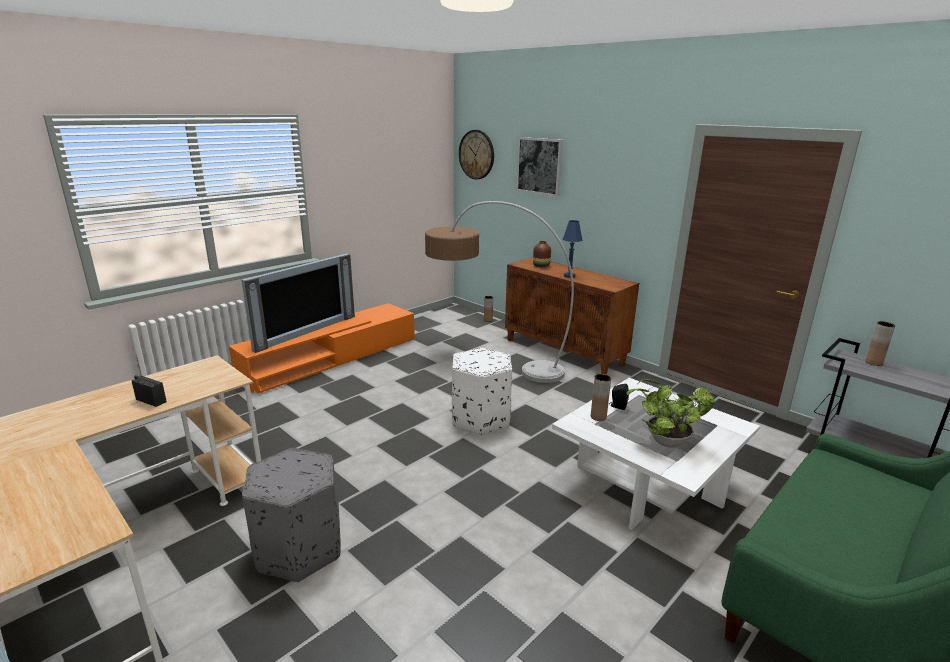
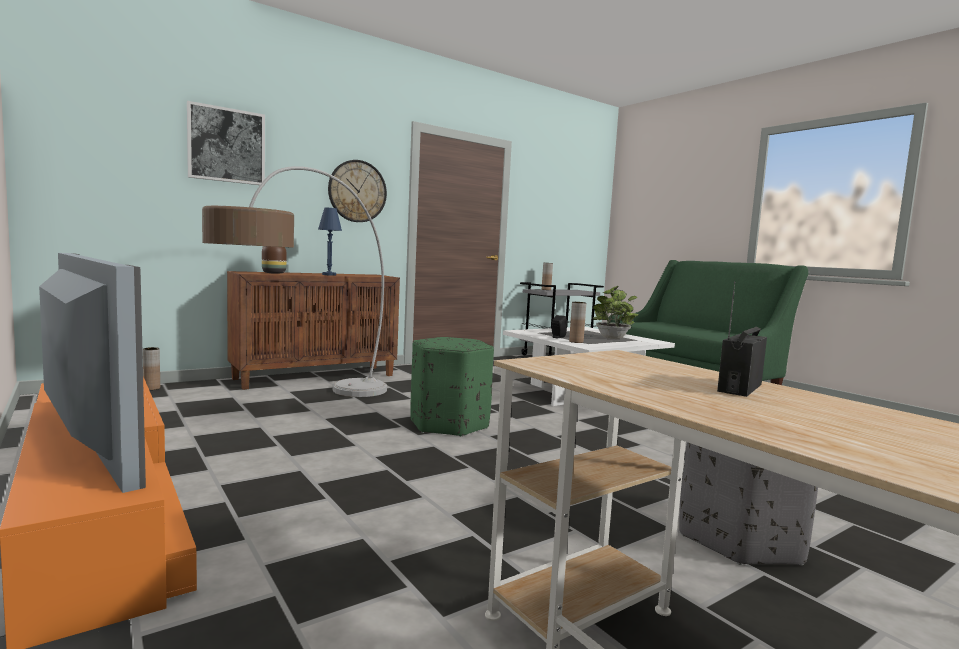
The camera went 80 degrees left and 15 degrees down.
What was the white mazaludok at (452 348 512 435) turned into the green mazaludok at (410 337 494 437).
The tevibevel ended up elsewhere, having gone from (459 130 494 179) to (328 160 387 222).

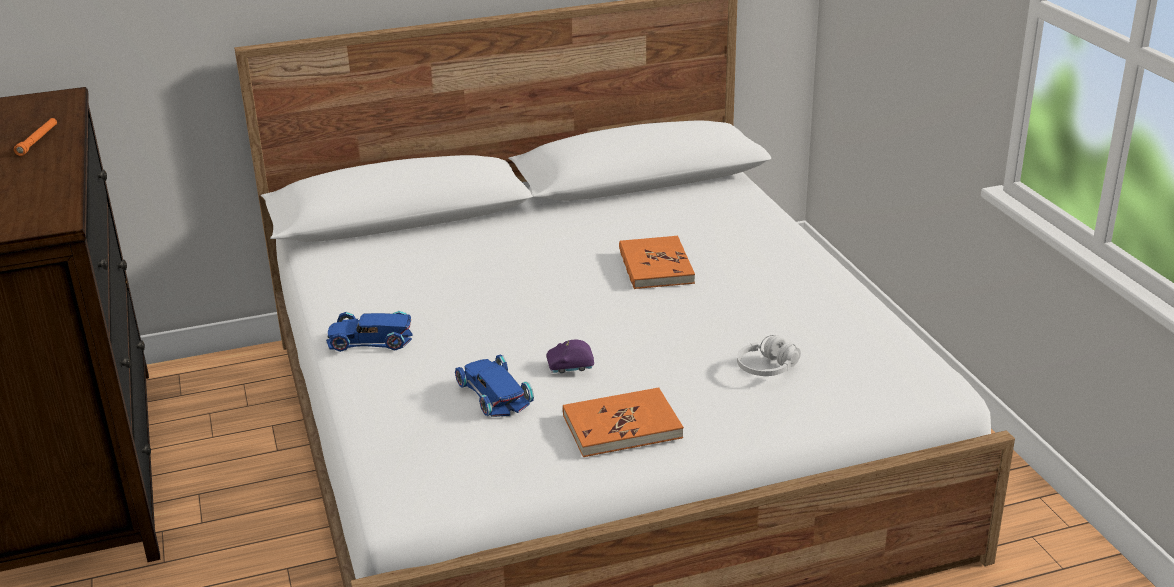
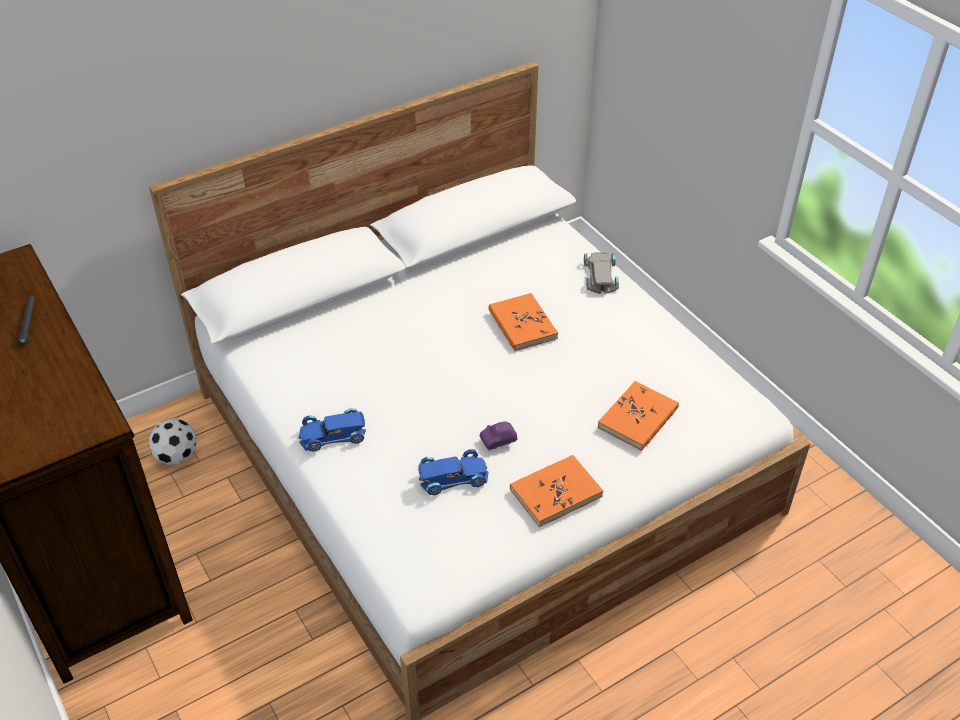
The camera went 15 degrees left and 15 degrees up.
What was the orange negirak at (14 118 57 156) turned into the black negirak at (17 296 35 345).
The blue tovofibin at (455 355 534 417) ended up facing another way, 120 degrees clockwise from before.
Where the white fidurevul stood at (737 335 801 376), the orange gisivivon came to stand at (597 381 679 451).
The second view gained the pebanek at (149 418 197 465).
The second view gained the grey tovofibin at (584 252 619 294).

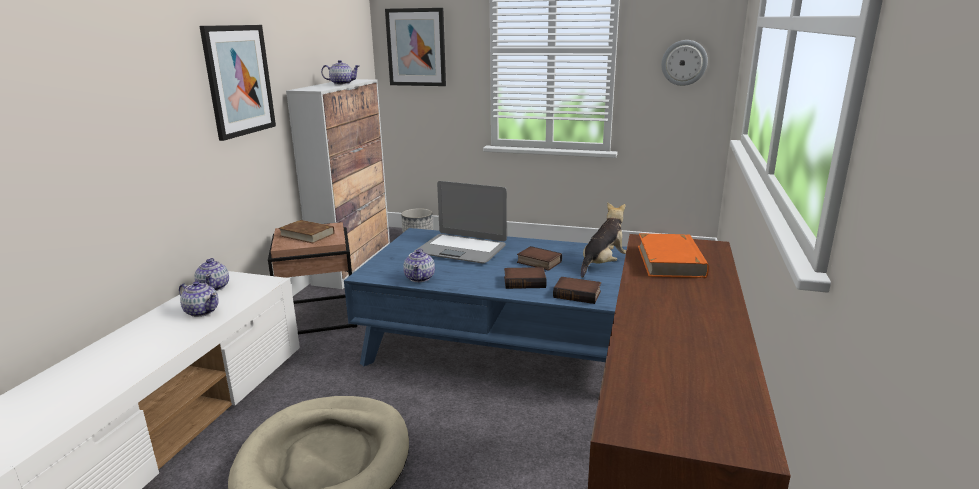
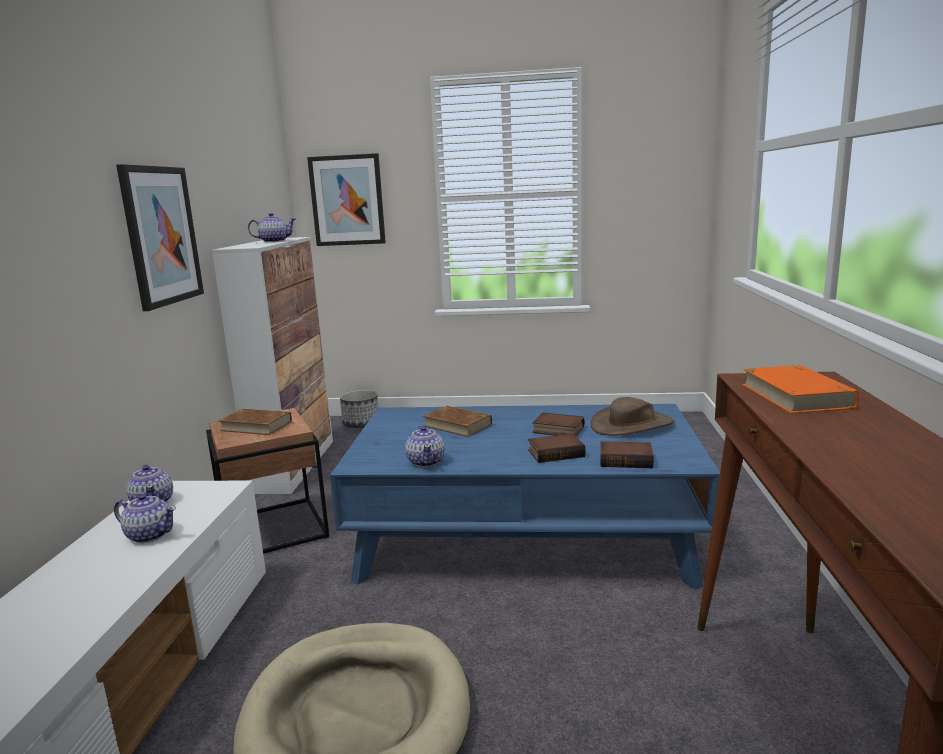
The camera went 10 degrees left and 5 degrees down.
Where the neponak stood at (414 181 507 263), the brown gisivivon came to stand at (423 406 492 437).
Where the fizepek stood at (581 202 626 278), the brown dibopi came to stand at (590 397 675 436).
The second view lost the tevibevel at (661 40 708 86).

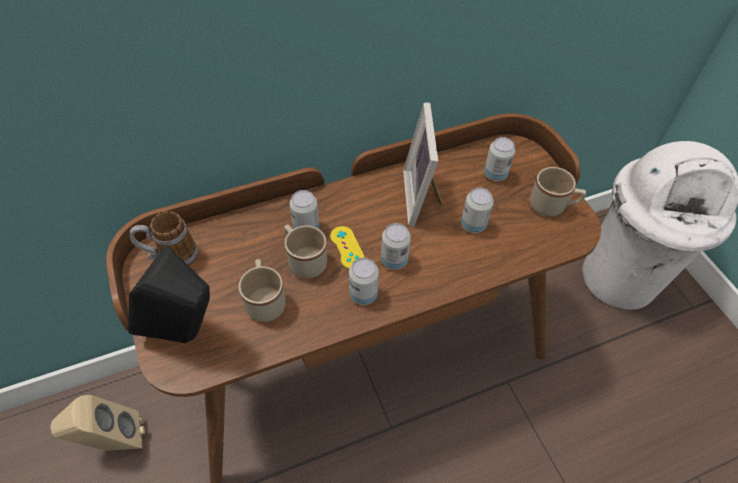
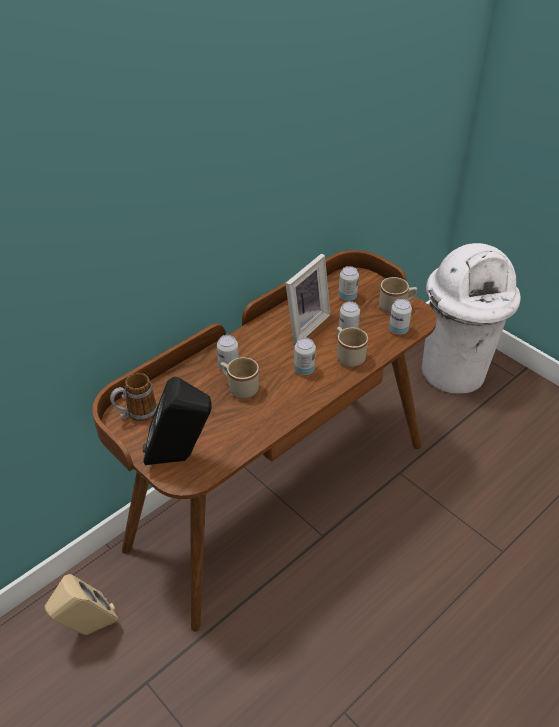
The camera went 20 degrees left and 10 degrees down.
The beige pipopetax ended up elsewhere, having gone from (239 259 286 322) to (337 327 368 367).
The second view lost the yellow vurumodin at (330 226 365 269).
The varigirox ended up elsewhere, having gone from (349 258 379 305) to (389 299 412 335).
The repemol at (403 102 442 227) ended up facing another way, 120 degrees counterclockwise from before.

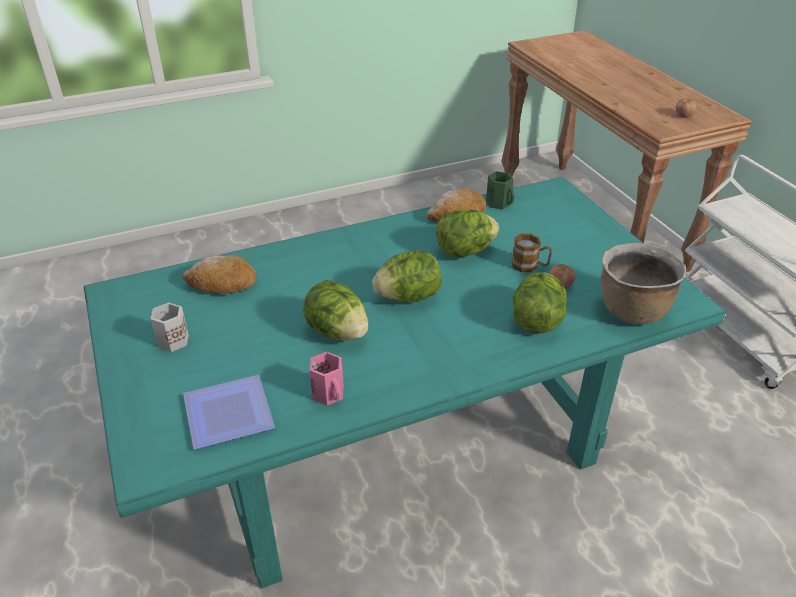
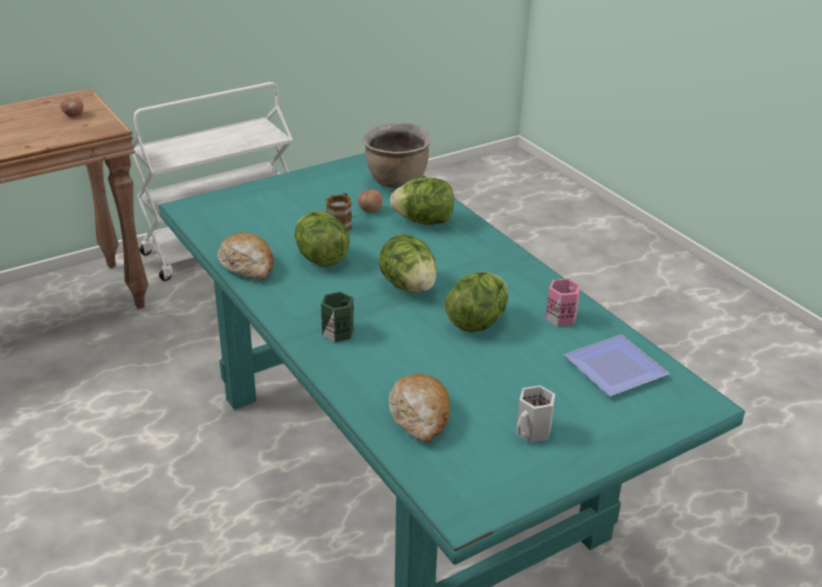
The camera went 100 degrees left and 5 degrees down.
The green pipopetax ended up elsewhere, having gone from (486 171 515 210) to (321 292 354 342).

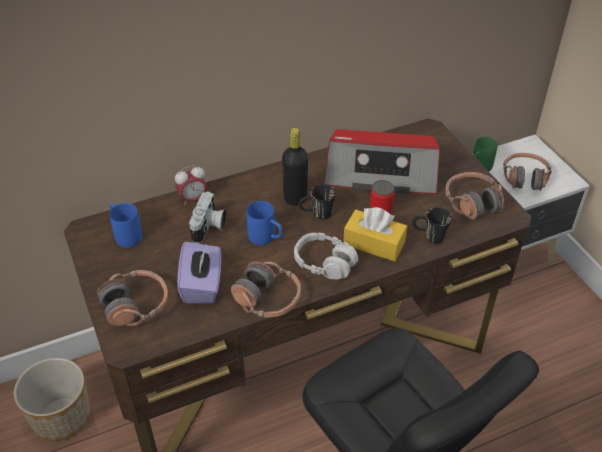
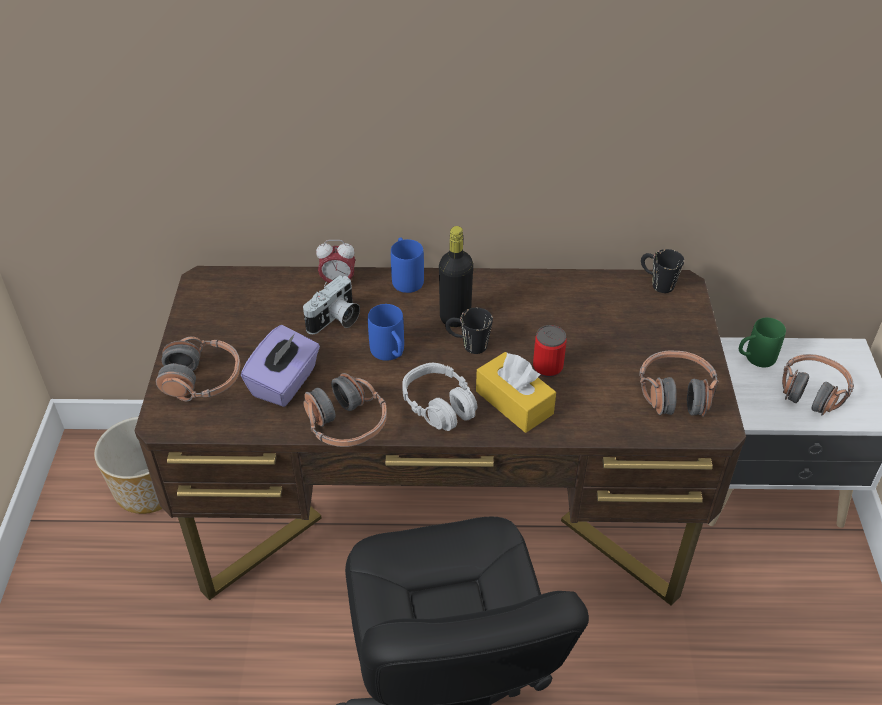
The camera went 25 degrees right and 0 degrees up.
The blue pipopetax ended up elsewhere, having gone from (110 203 142 248) to (391 237 424 293).
The second view lost the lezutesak at (324 129 440 194).
The black pipopetax ended up elsewhere, having gone from (412 207 452 244) to (641 249 684 293).

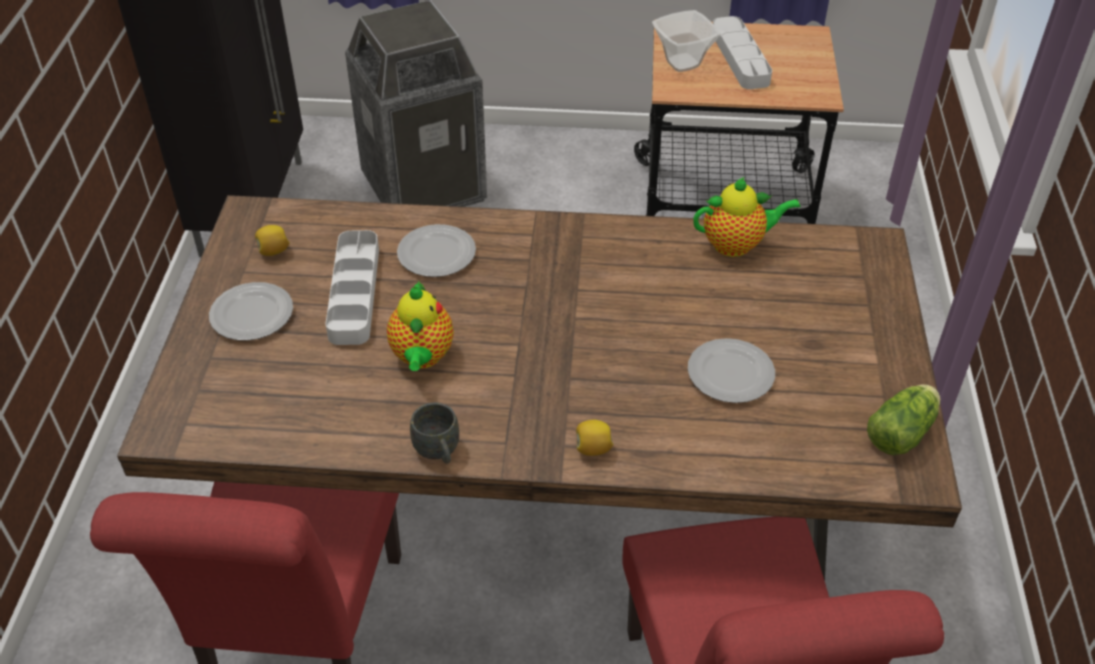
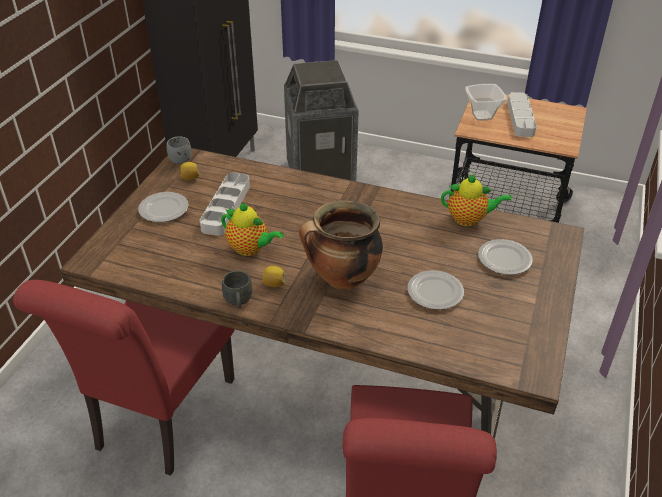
The camera went 15 degrees right and 5 degrees down.
The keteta at (387 281 454 371) ended up facing another way, 75 degrees counterclockwise from before.
The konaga ended up elsewhere, having gone from (397 224 476 277) to (478 239 533 275).
The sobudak ended up elsewhere, having gone from (576 420 613 456) to (262 266 285 287).
The second view lost the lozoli at (867 384 940 455).
The second view gained the grey pipopetax at (167 136 192 164).
The second view gained the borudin at (299 200 383 290).

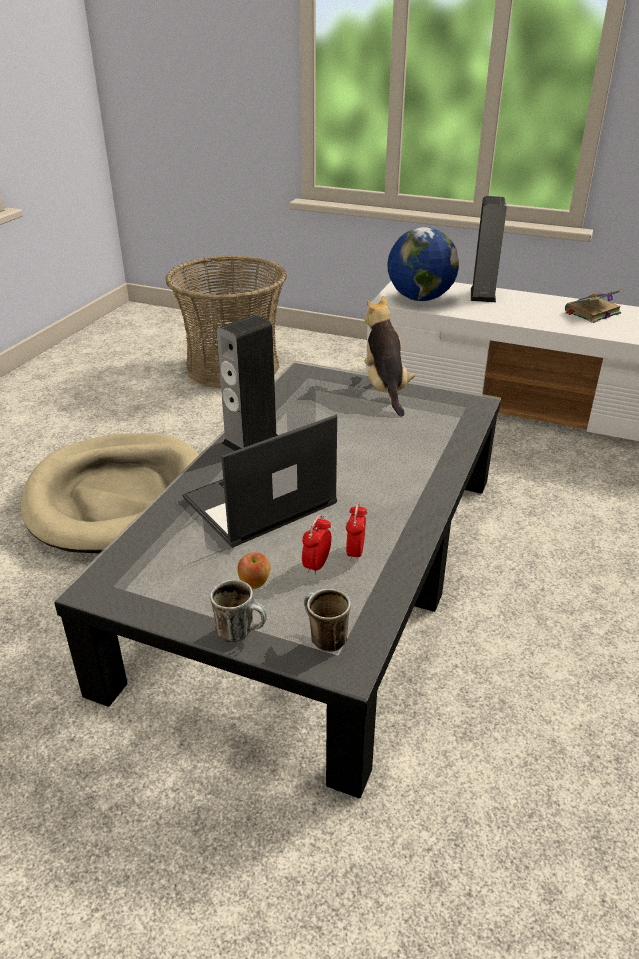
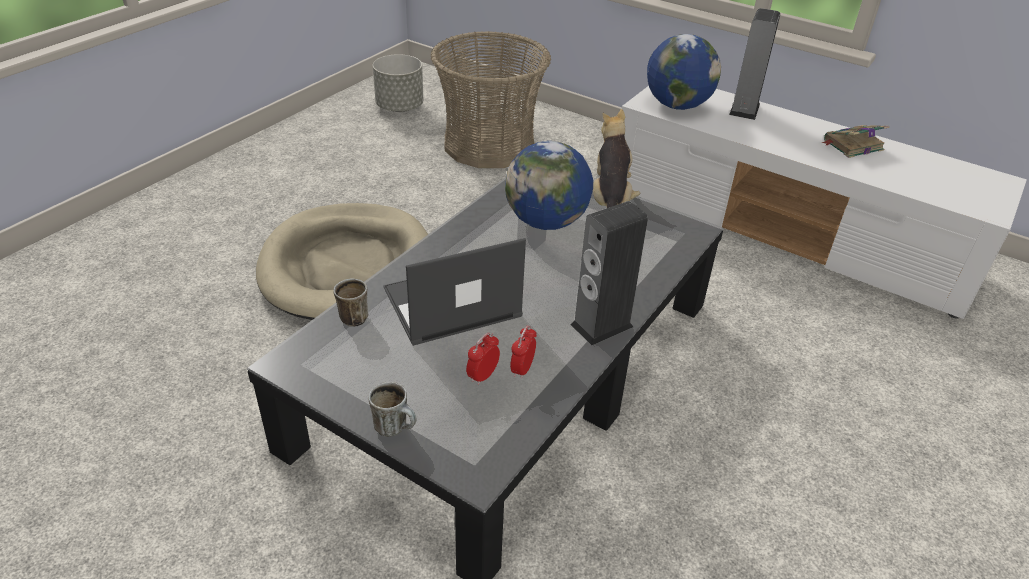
The camera went 10 degrees right and 5 degrees up.
The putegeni ended up elsewhere, having gone from (216 315 278 451) to (570 201 648 345).
The second view lost the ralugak at (237 552 270 589).
The pipopetax ended up elsewhere, having gone from (304 589 351 652) to (333 279 368 327).
The second view gained the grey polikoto at (373 54 423 112).
The second view gained the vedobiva at (505 141 593 230).

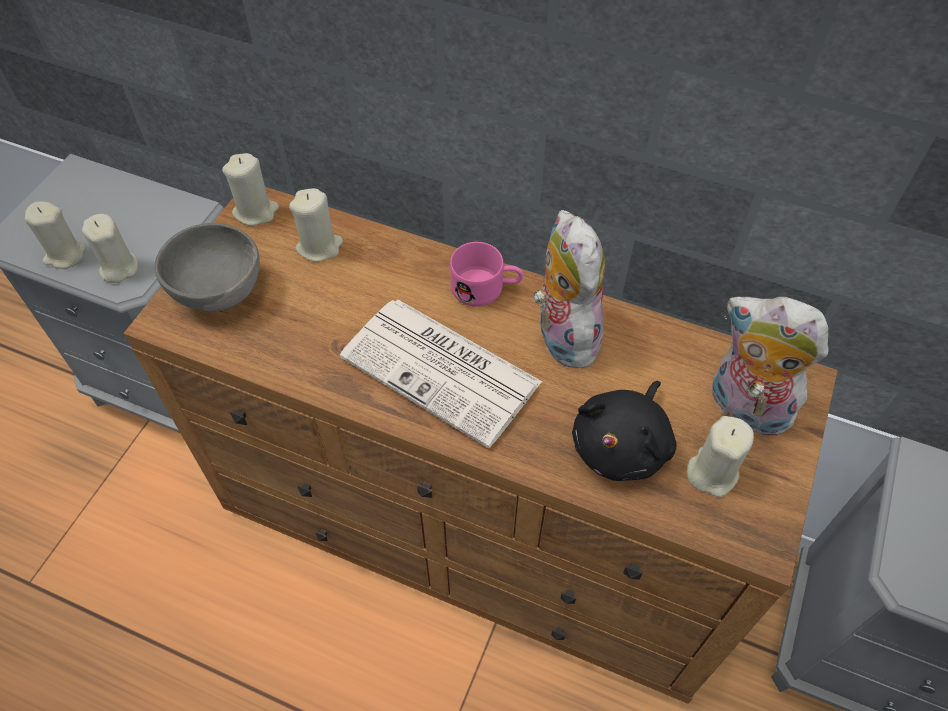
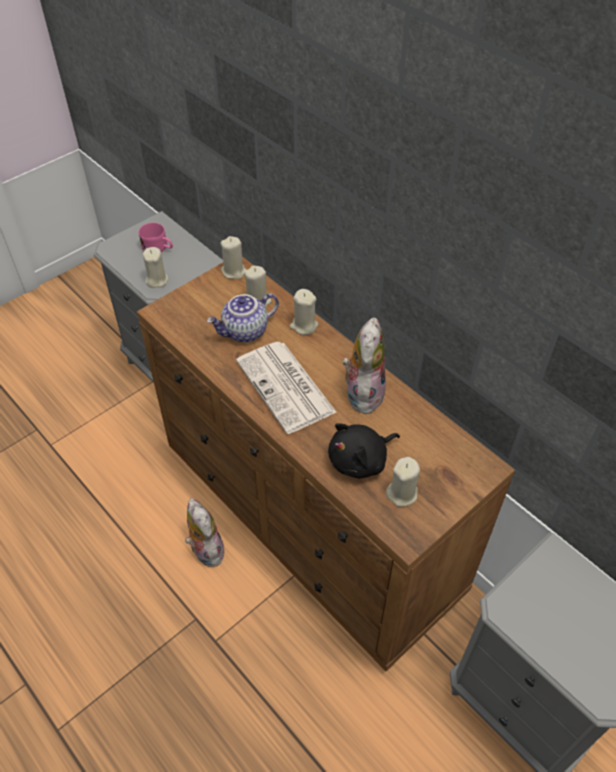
The camera went 25 degrees right and 5 degrees down.
The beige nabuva ended up elsewhere, having gone from (25 201 86 269) to (290 289 319 335).
The second view lost the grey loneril at (154 223 260 311).
The pink pipopetax ended up elsewhere, having gone from (450 242 523 307) to (139 223 173 252).
The fizepek ended up elsewhere, having gone from (712 297 828 436) to (185 498 224 567).
The second view gained the keteta at (207 293 279 342).

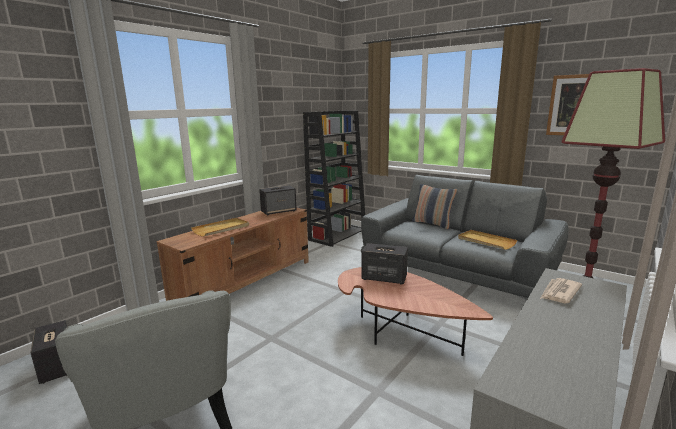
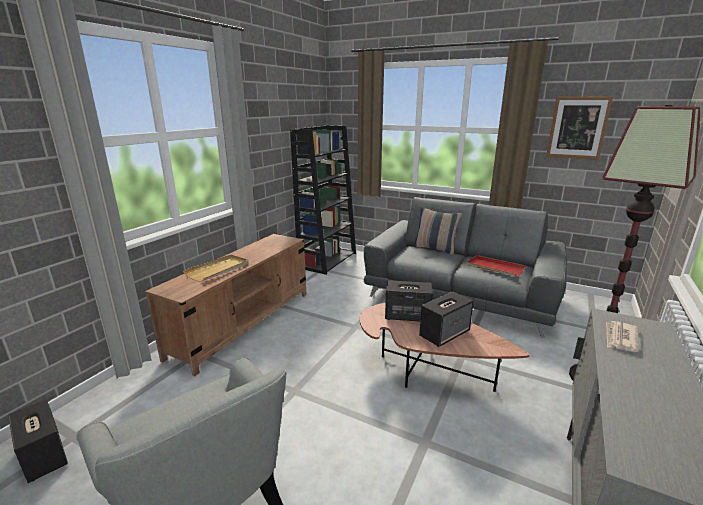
The camera went 10 degrees left and 5 degrees up.
The putegeni ended up elsewhere, having gone from (259 185 297 216) to (419 292 474 347).
What was the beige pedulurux at (458 230 517 250) turned into the red pedulurux at (467 255 526 277).

